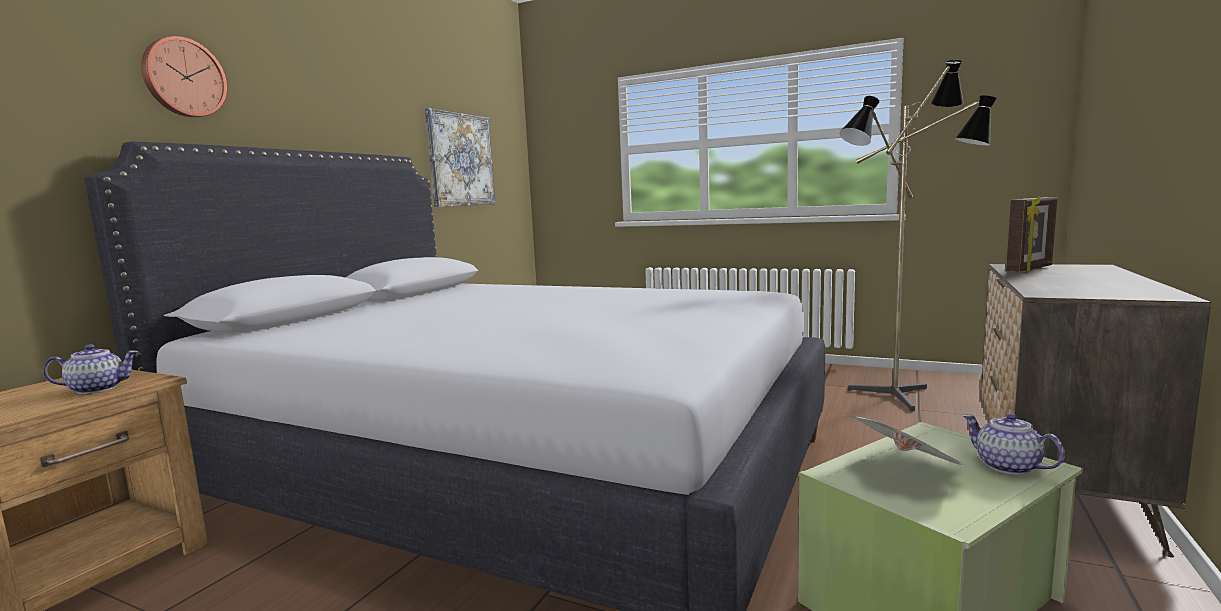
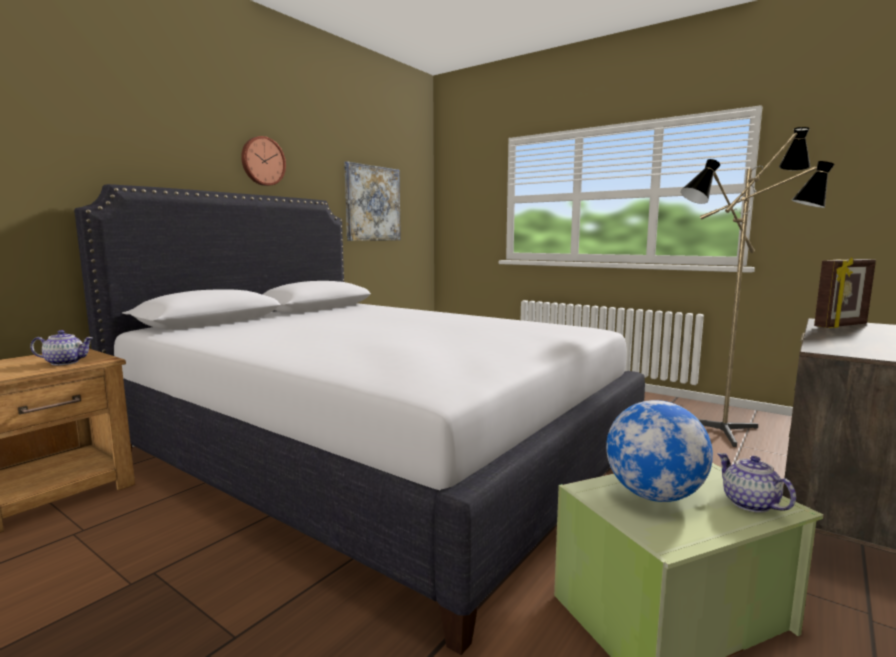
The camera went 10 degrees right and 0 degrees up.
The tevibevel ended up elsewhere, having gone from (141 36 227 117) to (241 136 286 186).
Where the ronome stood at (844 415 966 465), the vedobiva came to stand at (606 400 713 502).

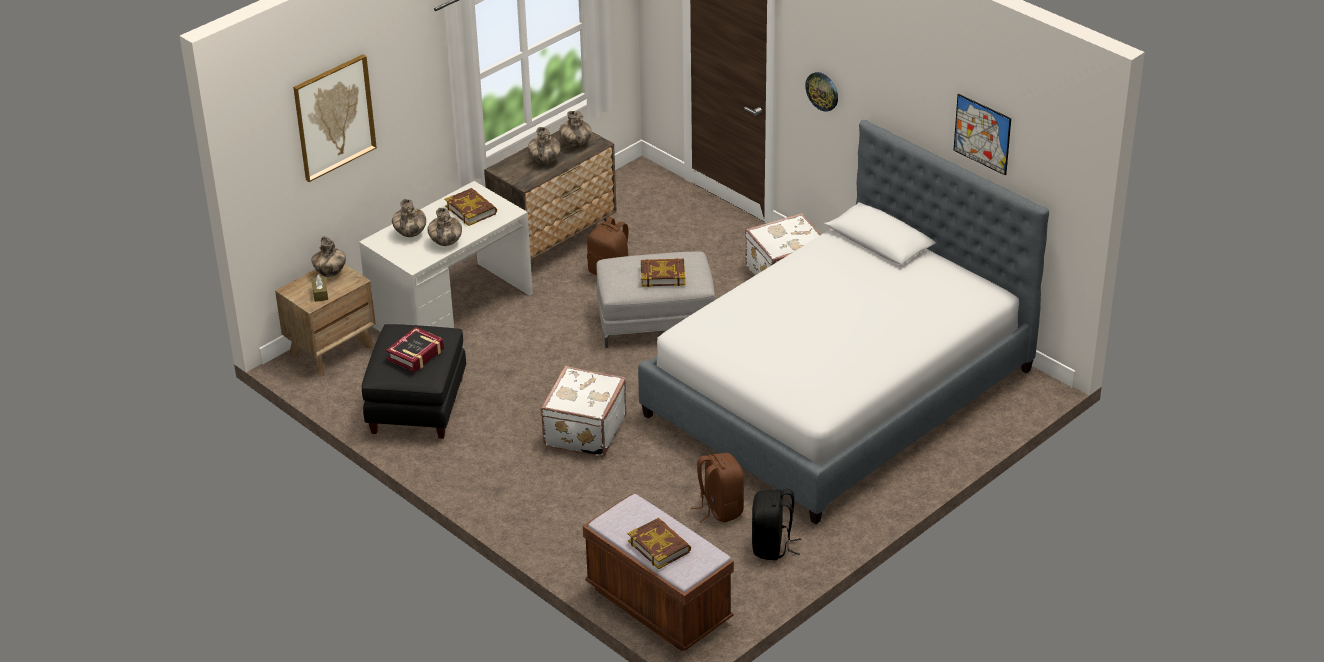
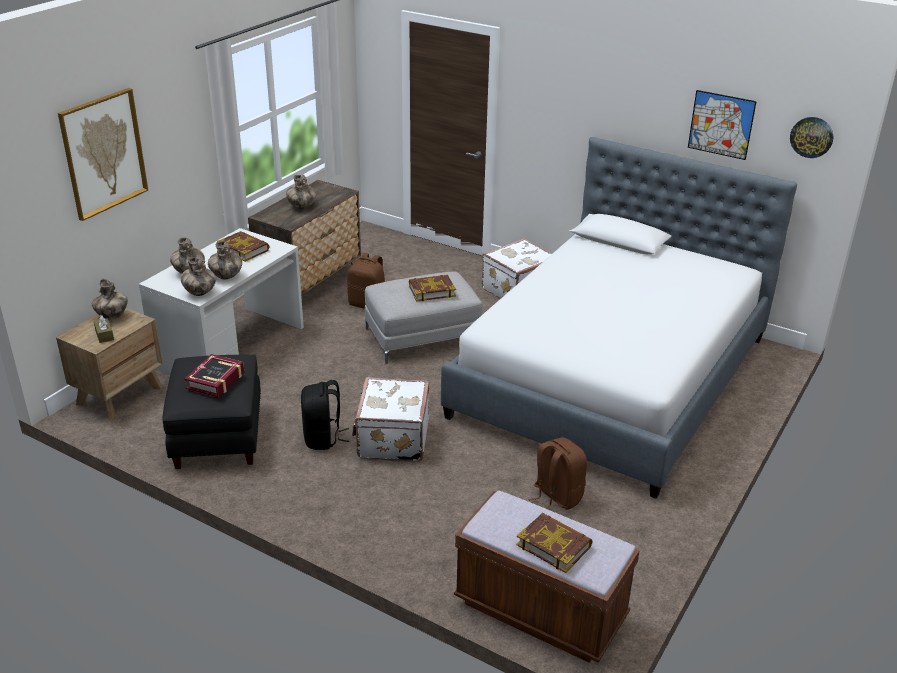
The camera went 15 degrees left and 5 degrees down.
The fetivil ended up elsewhere, having gone from (559 111 592 147) to (181 256 216 296).
The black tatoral ended up elsewhere, having gone from (752 489 801 560) to (301 380 349 450).
The tevibevel ended up elsewhere, having gone from (805 72 838 112) to (790 117 833 158).

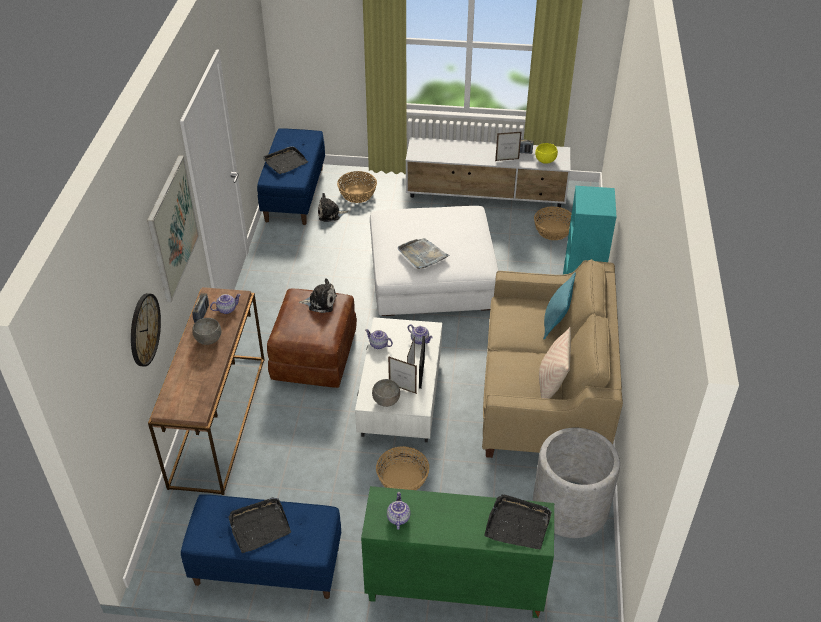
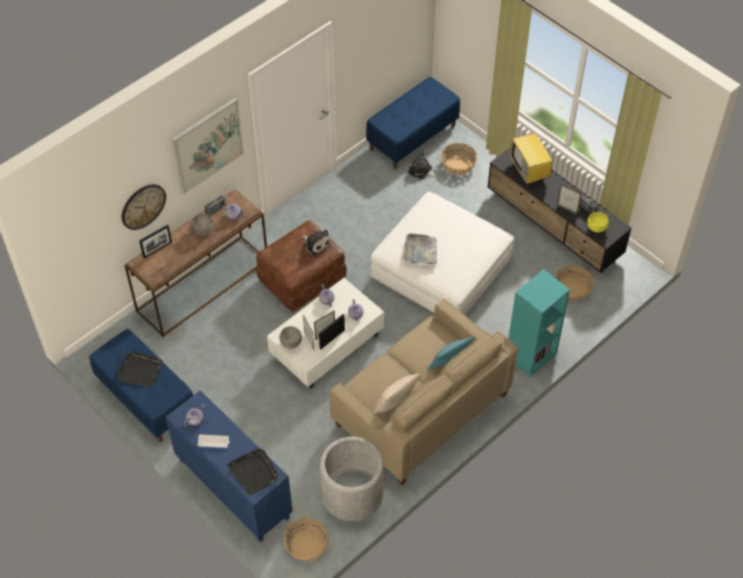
The camera went 40 degrees right and 10 degrees up.
The second view lost the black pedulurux at (263 147 308 174).
What was the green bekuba at (361 486 554 618) turned into the blue bekuba at (165 390 293 542).
The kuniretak ended up elsewhere, having gone from (376 446 429 490) to (284 518 329 561).
What was the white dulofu at (406 137 570 207) turned into the black dulofu at (487 147 632 273).
The second view gained the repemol at (139 225 172 258).
The second view gained the white pedulurux at (197 434 230 448).
The second view gained the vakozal at (510 133 553 184).

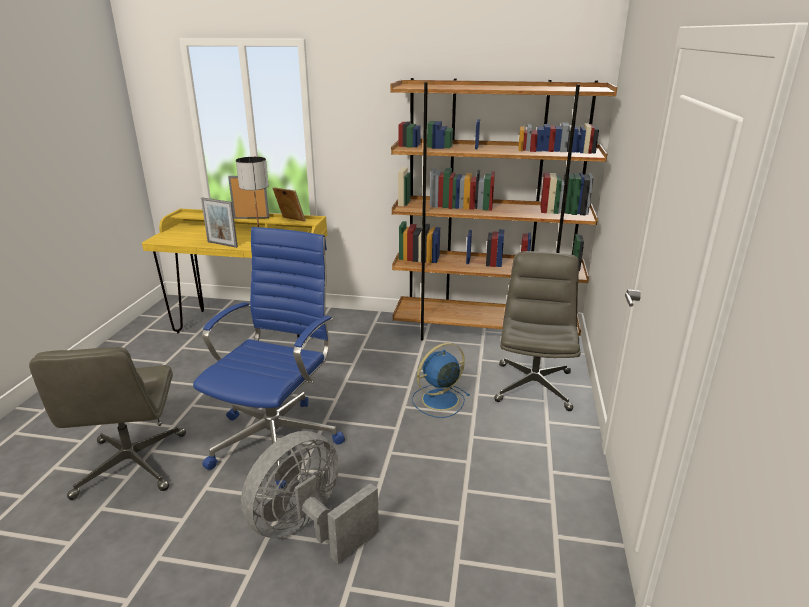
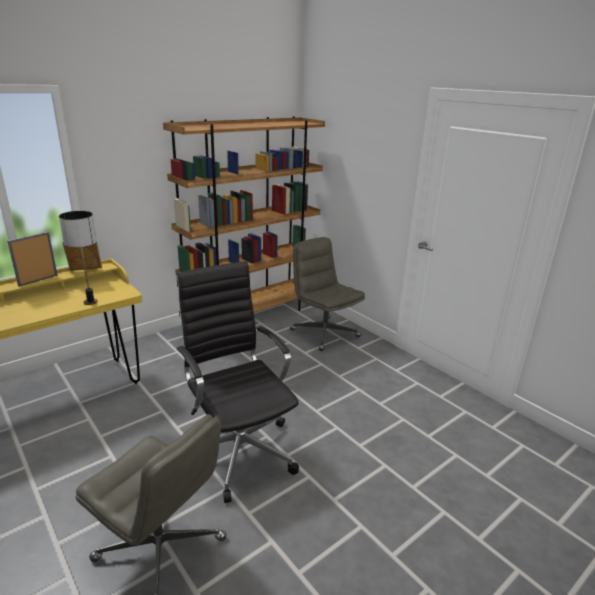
The camera went 50 degrees left and 0 degrees up.
What was the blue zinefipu at (193 227 345 489) turned into the black zinefipu at (177 261 299 503).
The second view lost the repemol at (201 197 238 248).
The second view lost the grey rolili at (241 431 379 564).
The second view lost the blue rolili at (412 343 469 418).

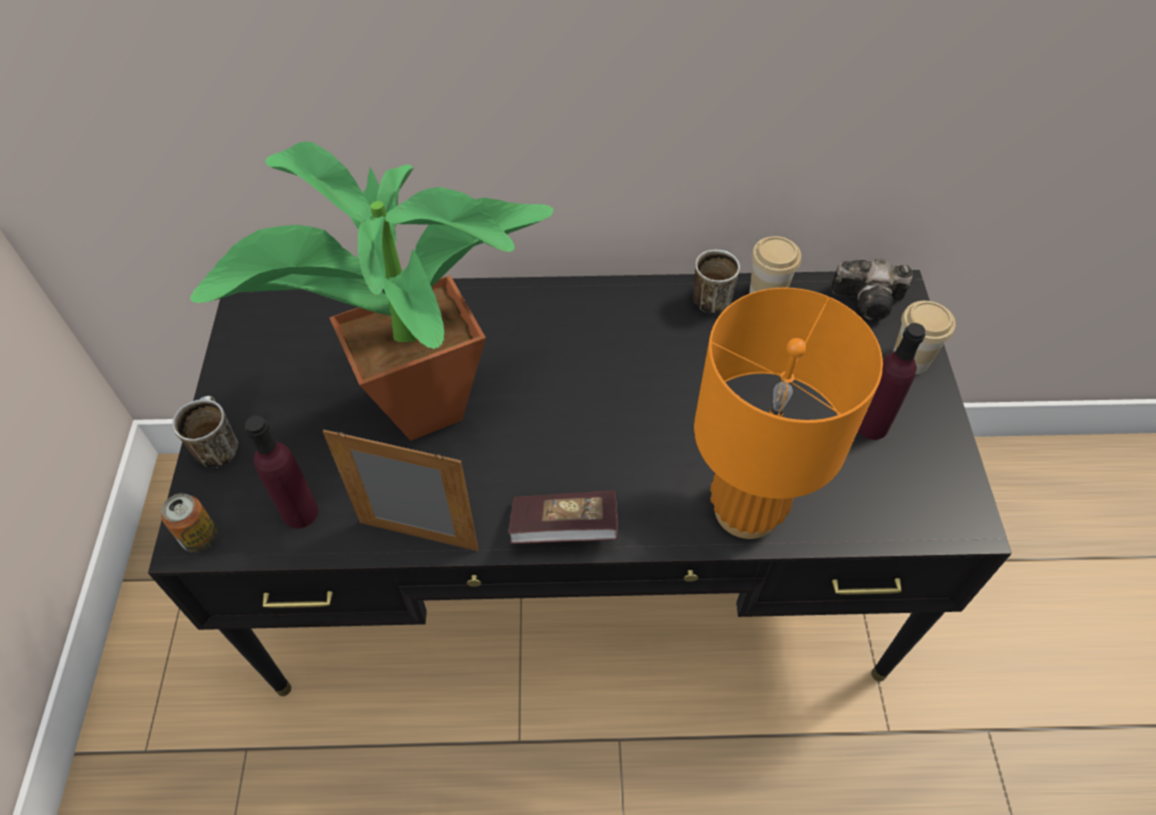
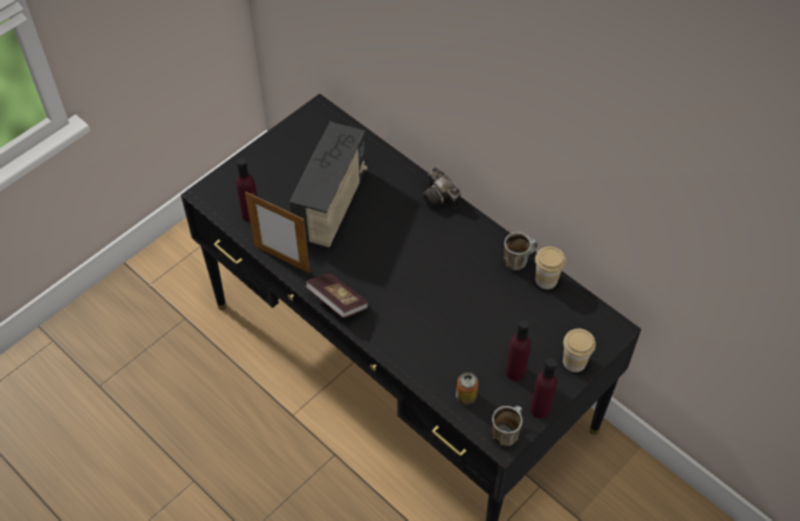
The camera went 45 degrees right and 0 degrees up.
The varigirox ended up elsewhere, having gone from (162 493 218 553) to (456 372 479 405).
The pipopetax ended up elsewhere, having gone from (172 396 238 468) to (492 406 522 446).
Where the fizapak stood at (189 142 554 441), the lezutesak came to stand at (289 122 368 248).
The repemol at (323 430 479 551) ended up facing another way, 150 degrees clockwise from before.
The second view lost the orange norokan at (694 288 883 539).
The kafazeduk ended up elsewhere, having gone from (831 259 913 320) to (423 167 461 208).
The second view gained the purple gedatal at (530 358 557 418).

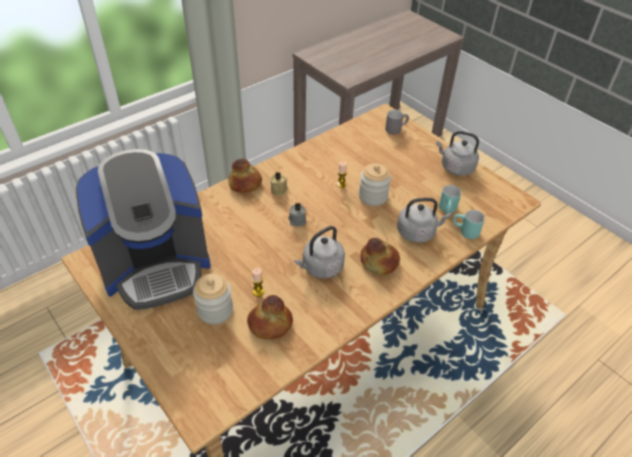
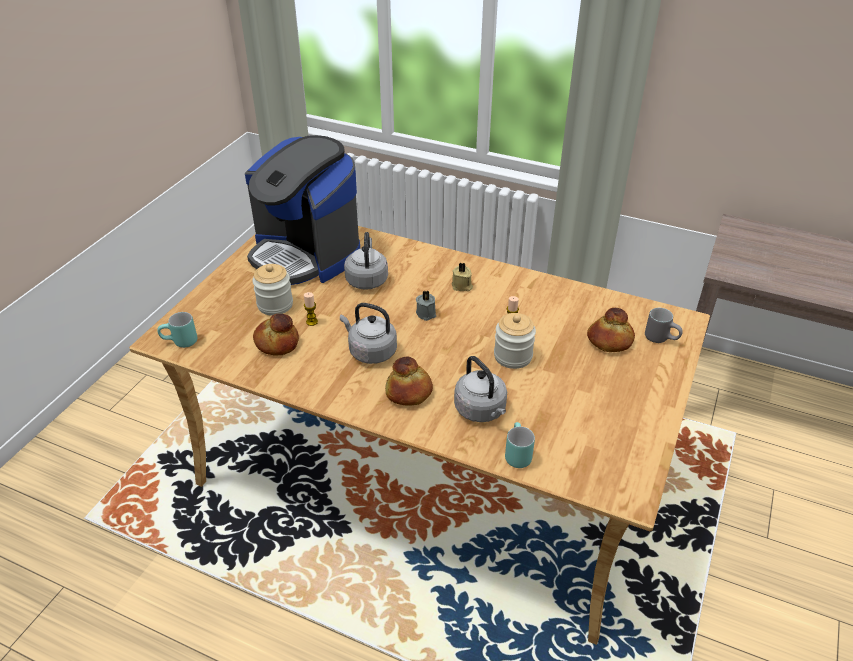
The camera went 65 degrees right and 5 degrees down.
The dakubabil ended up elsewhere, having gone from (228 158 262 193) to (587 308 635 352).
The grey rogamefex ended up elsewhere, having gone from (436 131 479 176) to (344 232 388 290).
The turquoise pipopetax ended up elsewhere, having gone from (439 185 461 214) to (157 312 197 348).

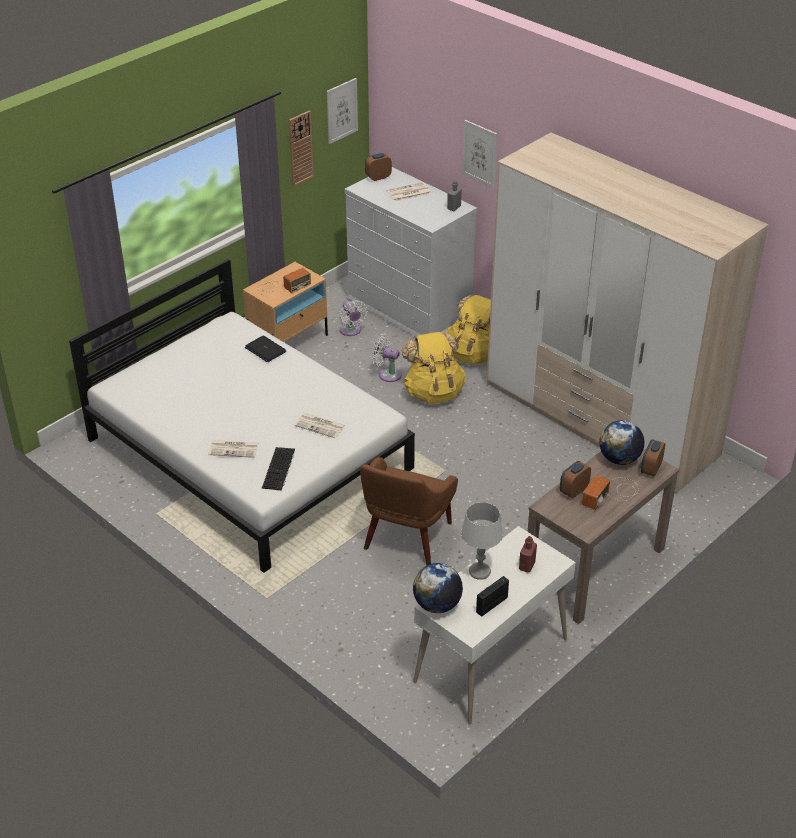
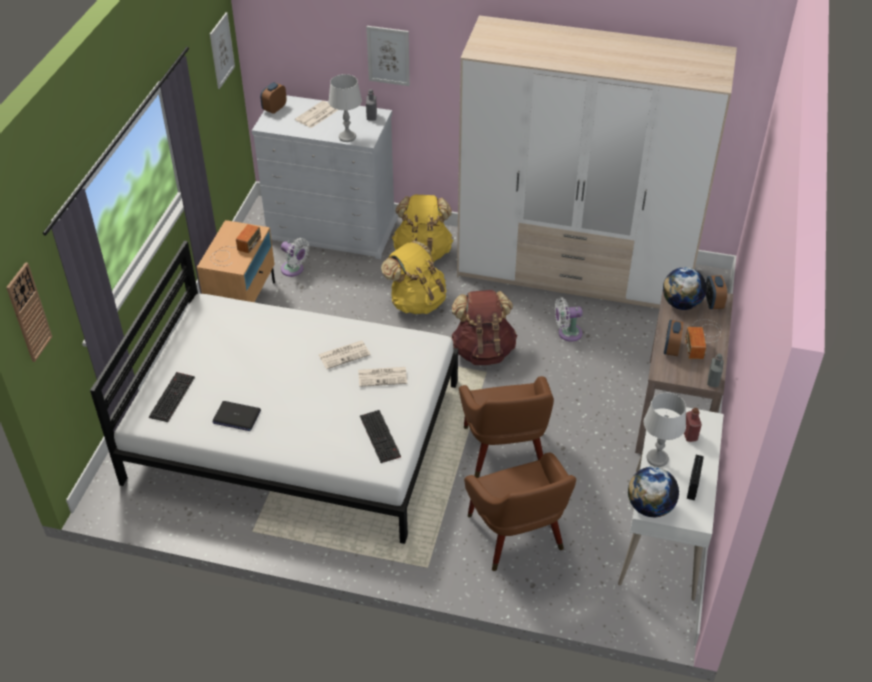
The camera went 30 degrees left and 5 degrees up.
The ronome ended up elsewhere, having gone from (209 440 259 458) to (318 341 371 369).
The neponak ended up elsewhere, having gone from (245 335 286 362) to (212 401 261 431).
The tevibevel ended up elsewhere, having gone from (289 111 314 186) to (6 262 52 362).
The white rolili ended up elsewhere, having gone from (372 336 402 382) to (555 297 583 342).
The second view gained the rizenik at (149 372 195 422).
The second view gained the grey norokan at (328 74 362 142).
The second view gained the brown tatoral at (452 290 517 365).
The second view gained the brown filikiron at (464 453 576 571).
The second view gained the grey gedatal at (707 354 724 387).

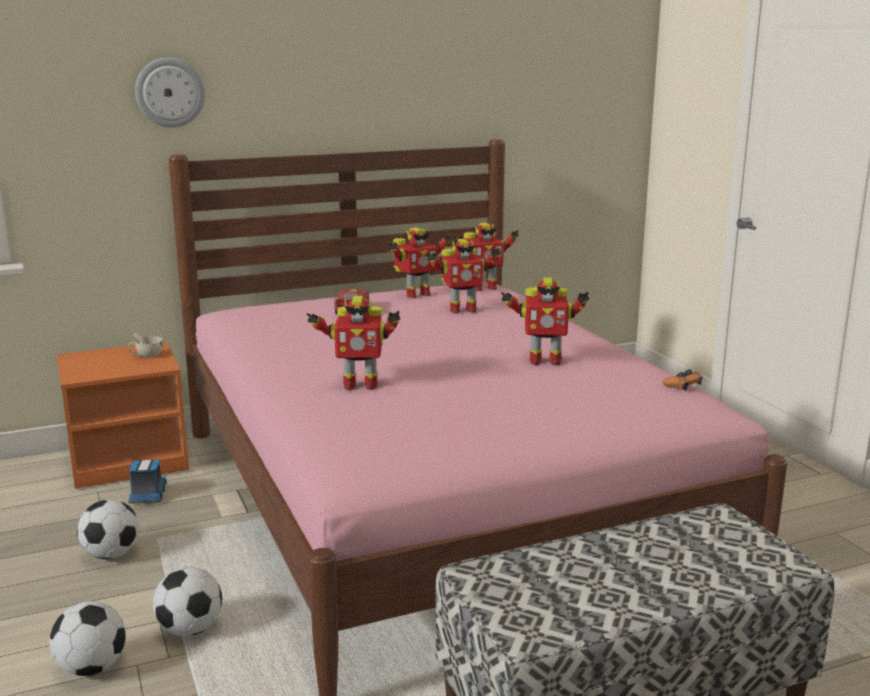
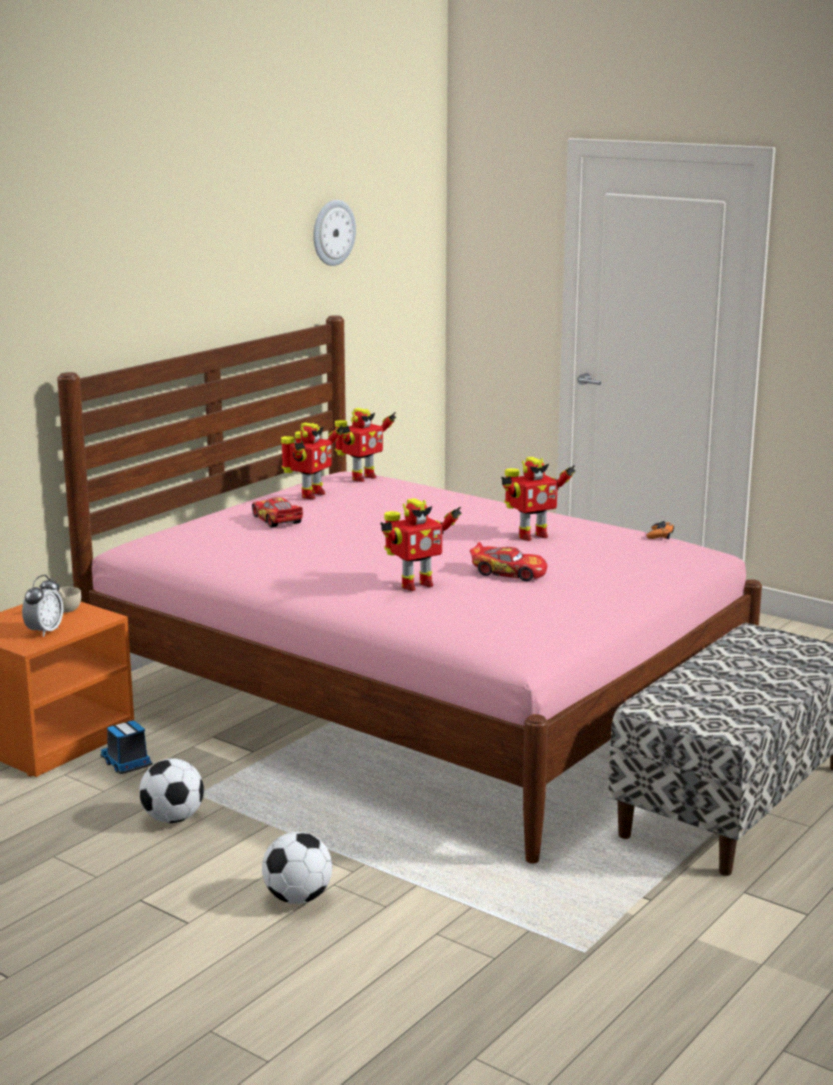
The camera went 30 degrees left and 0 degrees up.
The tevibevel ended up elsewhere, having gone from (135 57 205 128) to (313 200 356 266).
The second view lost the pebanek at (153 567 222 636).
The second view lost the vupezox at (427 239 500 314).
The second view gained the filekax at (22 575 63 637).
The second view gained the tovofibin at (470 542 547 581).

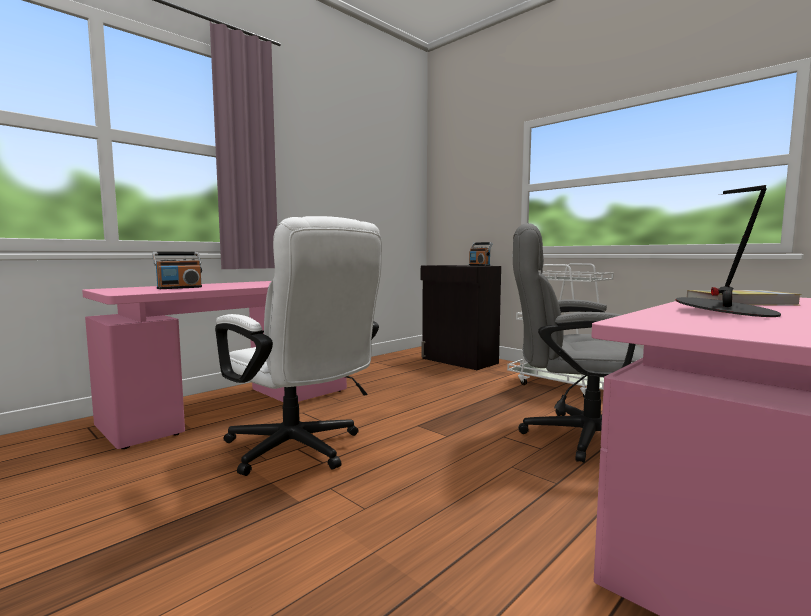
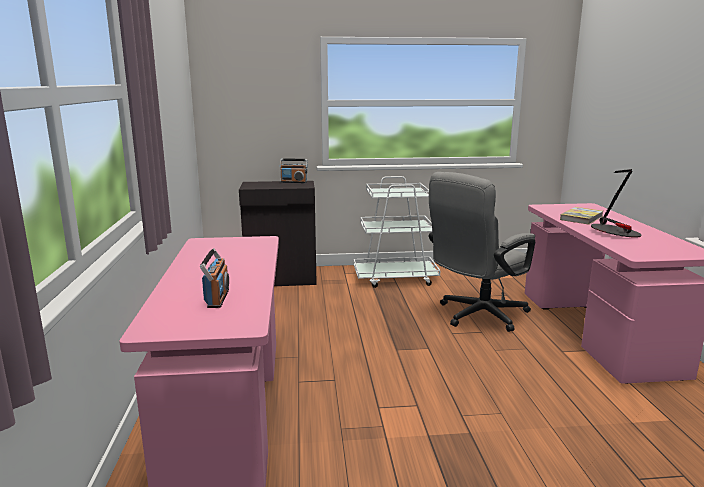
The camera went 50 degrees left and 10 degrees up.
The second view lost the white zinefipu at (215 216 382 476).

